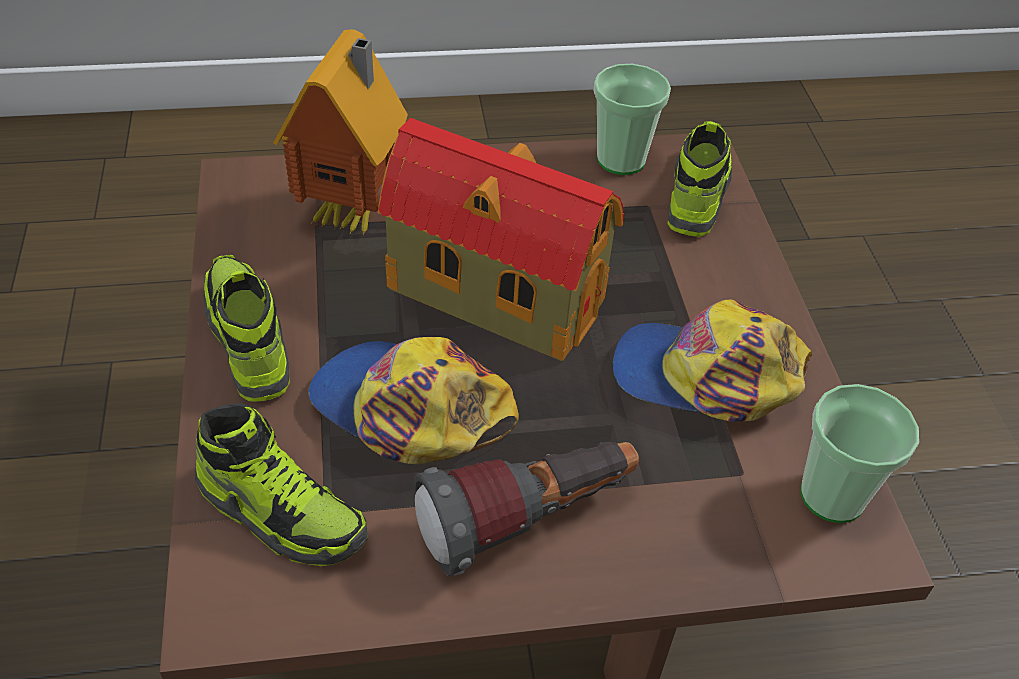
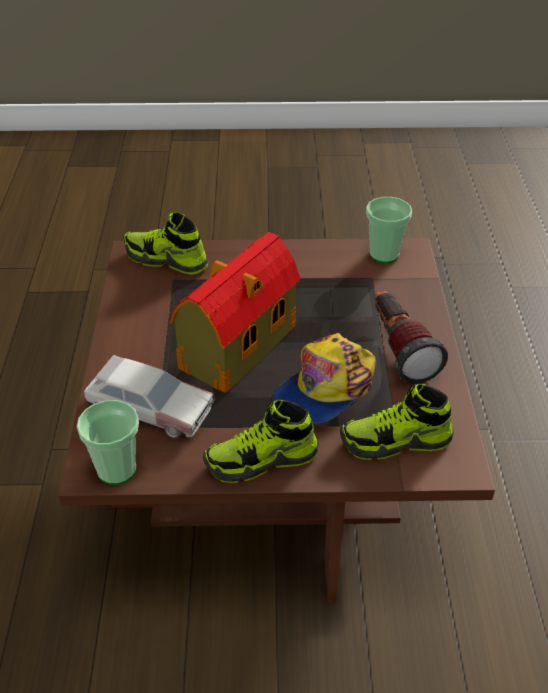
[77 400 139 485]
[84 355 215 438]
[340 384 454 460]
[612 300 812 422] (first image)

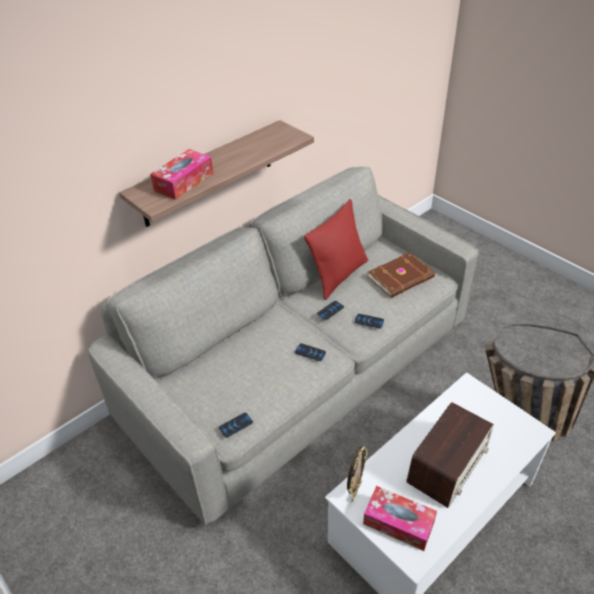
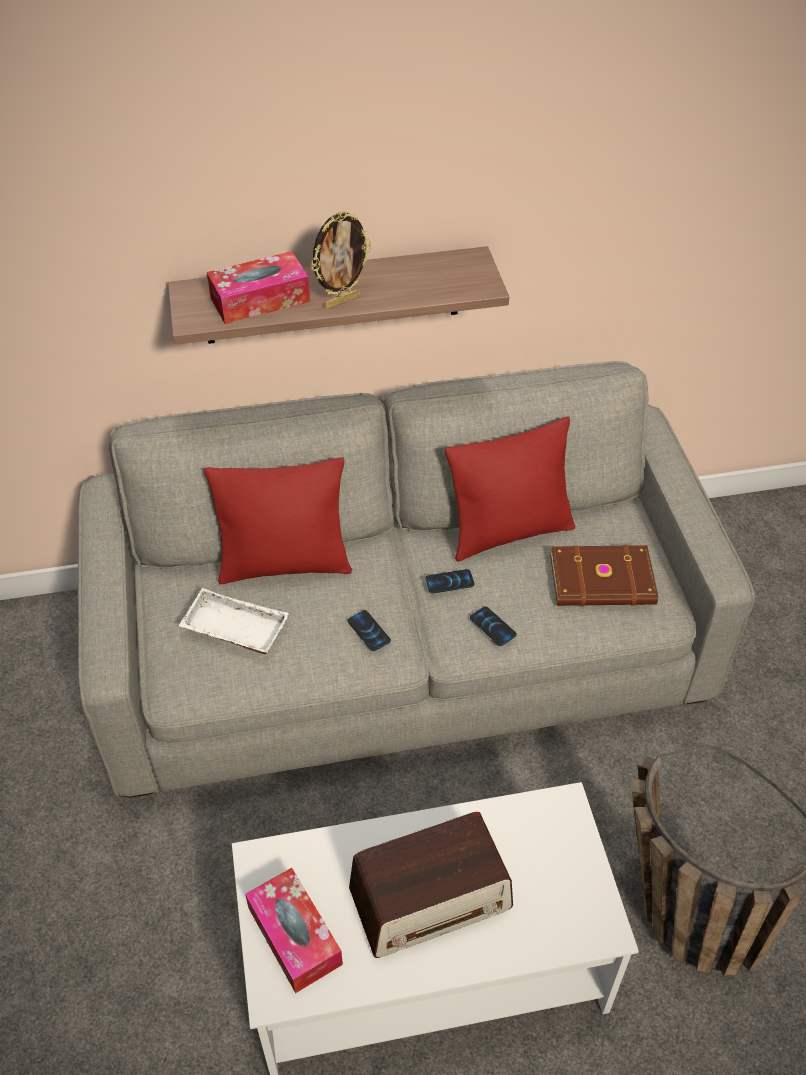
[178 588 289 654]
[205 458 352 584]
[310 211 371 309]
[219 412 253 438] (first image)

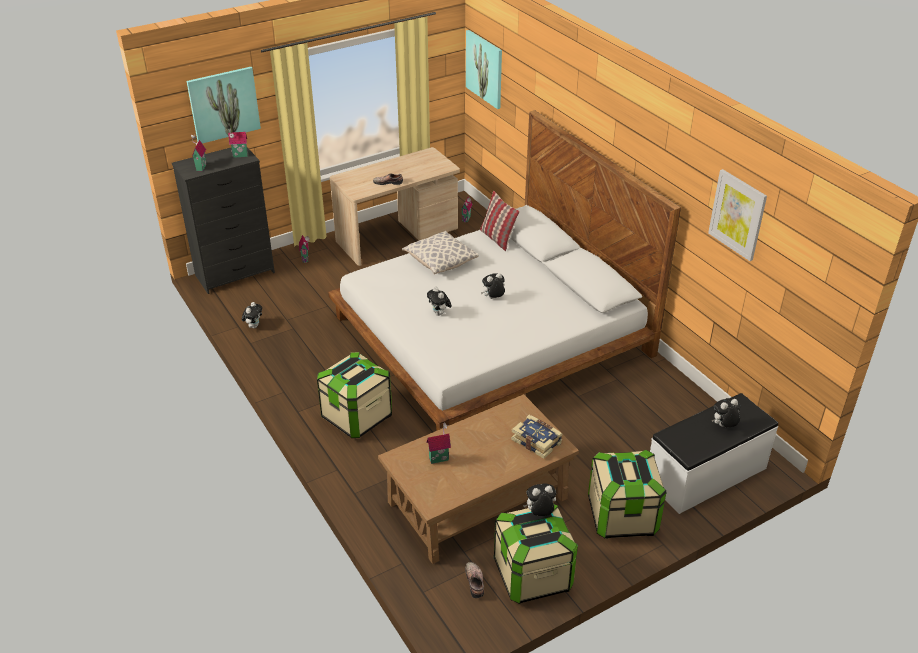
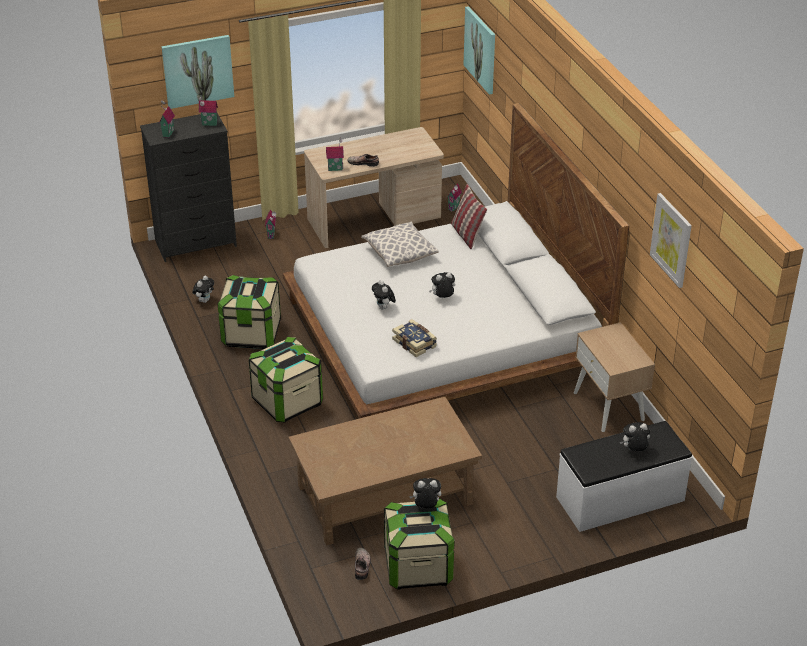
[218 275 281 349]
[326 137 344 171]
[392 319 437 357]
[574 322 655 432]

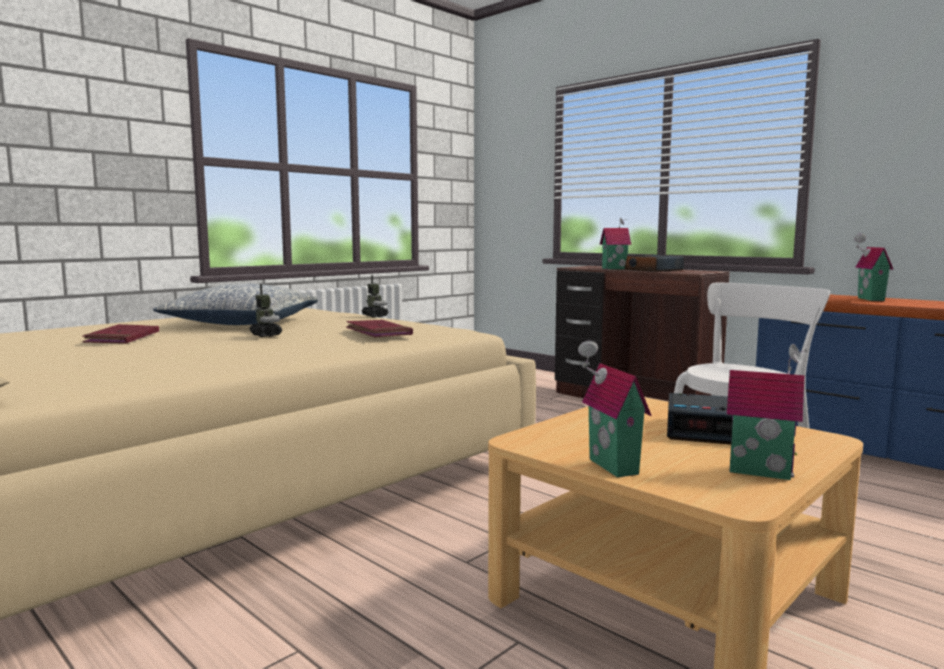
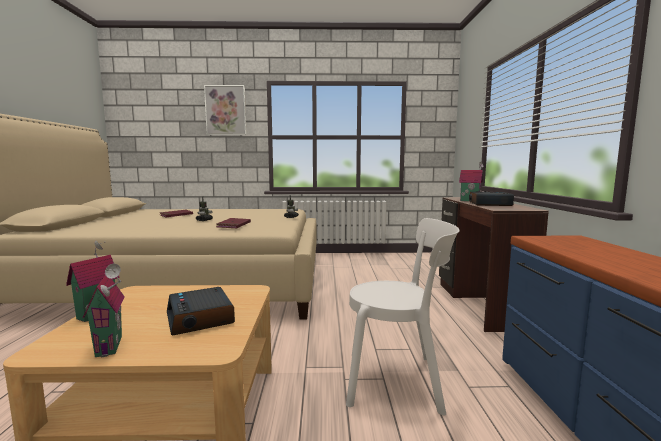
[204 85 247 135]
[153 283 318 325] (first image)
[854 233 893 301] (first image)

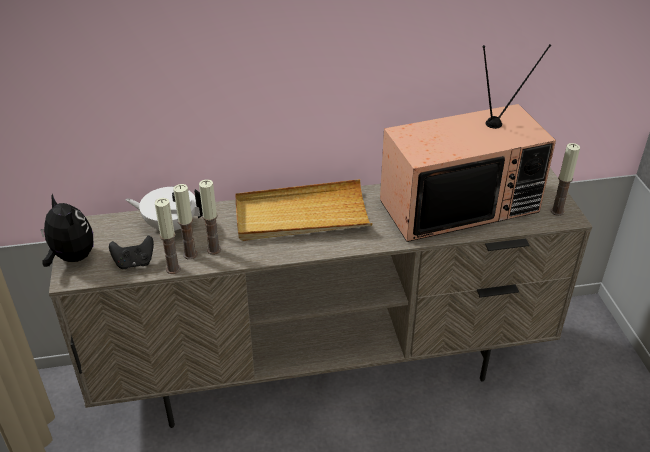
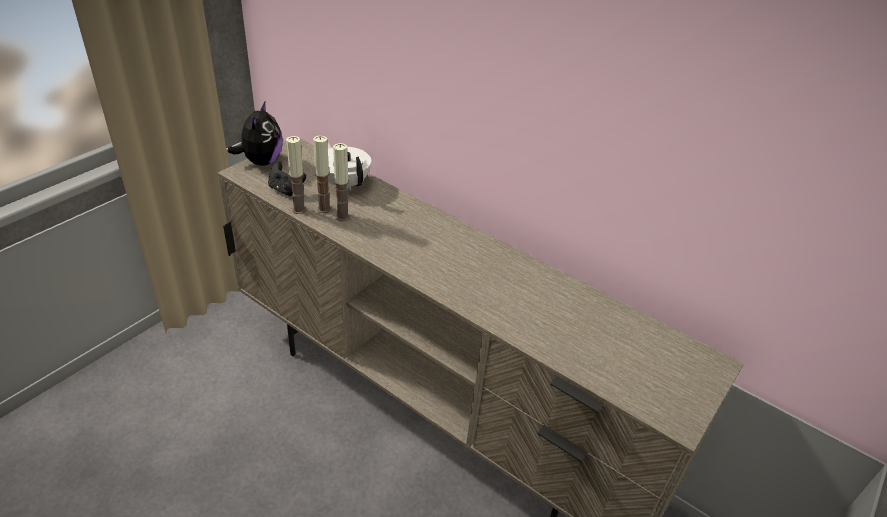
[236 179 373 241] (first image)
[380 44 556 242] (first image)
[551 143 580 216] (first image)

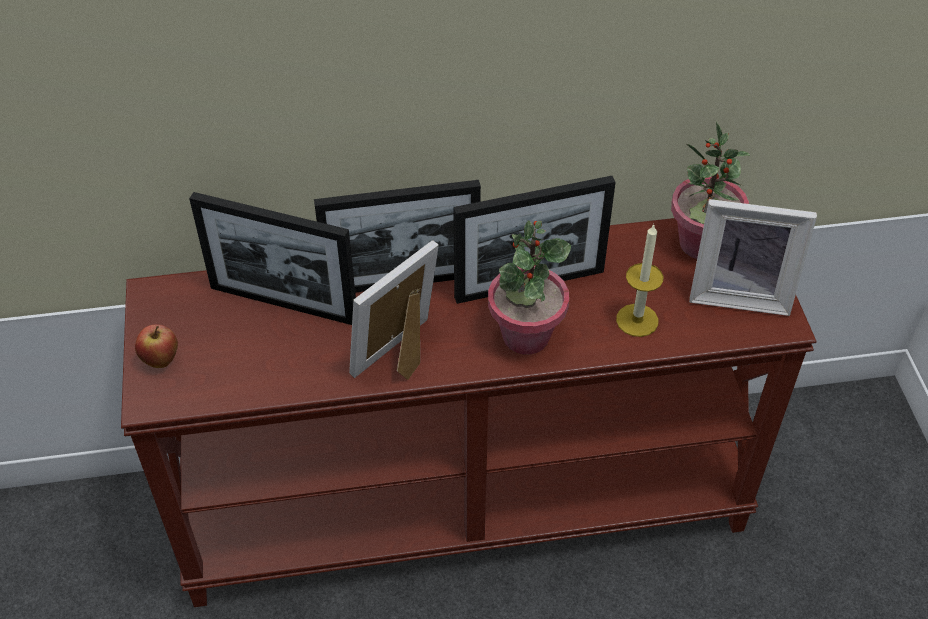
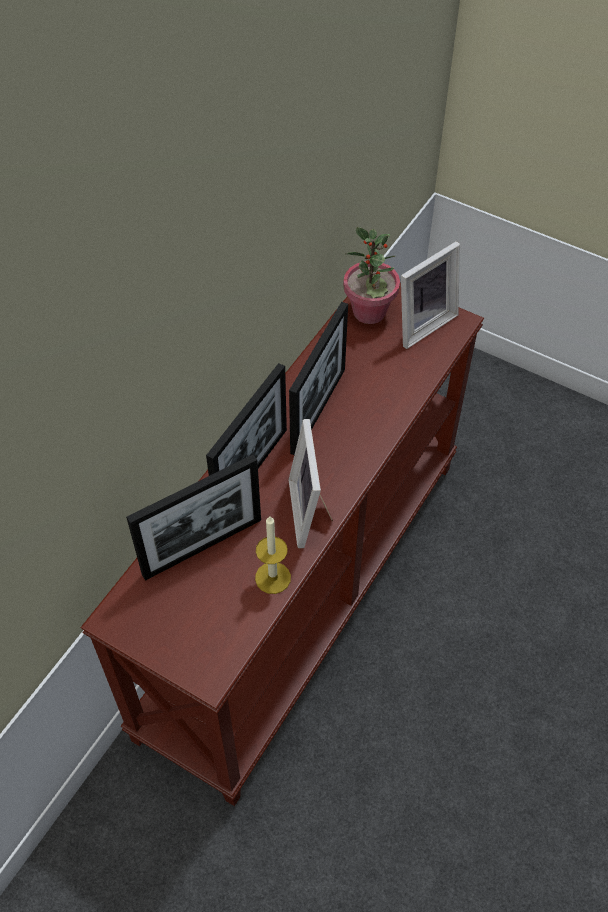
[255 516 291 594]
[135 324 178 368] (first image)
[488 220 571 354] (first image)

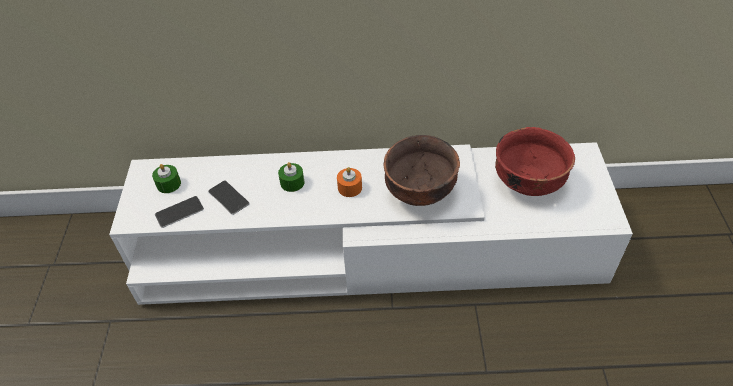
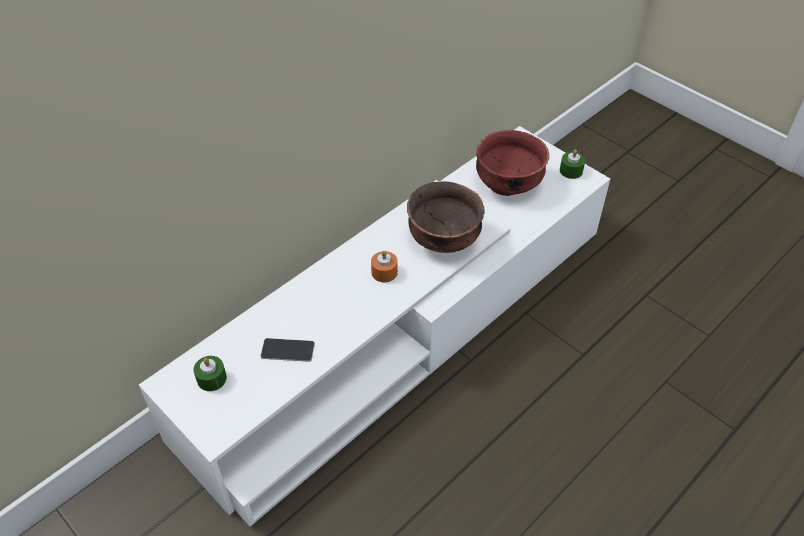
[560 149 585 179]
[155 196 204 228] (first image)

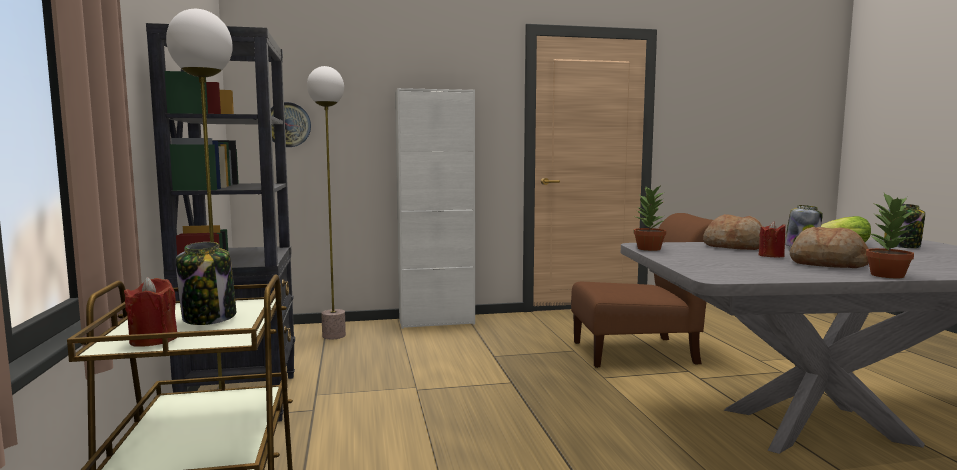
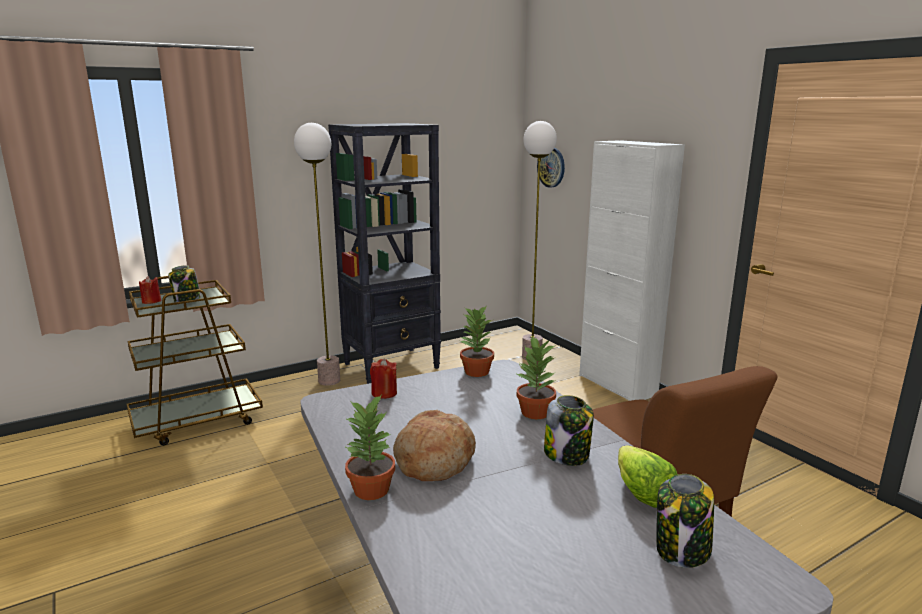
[370 359 397 399]
[515 335 556 419]

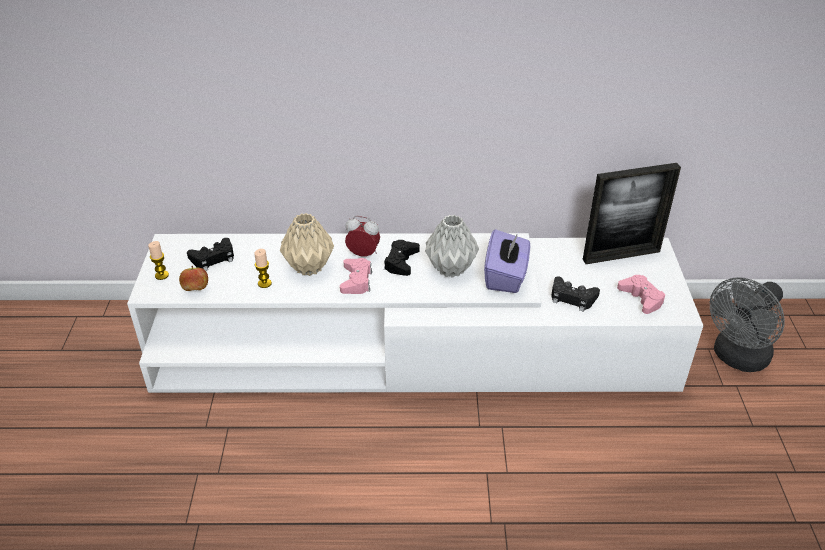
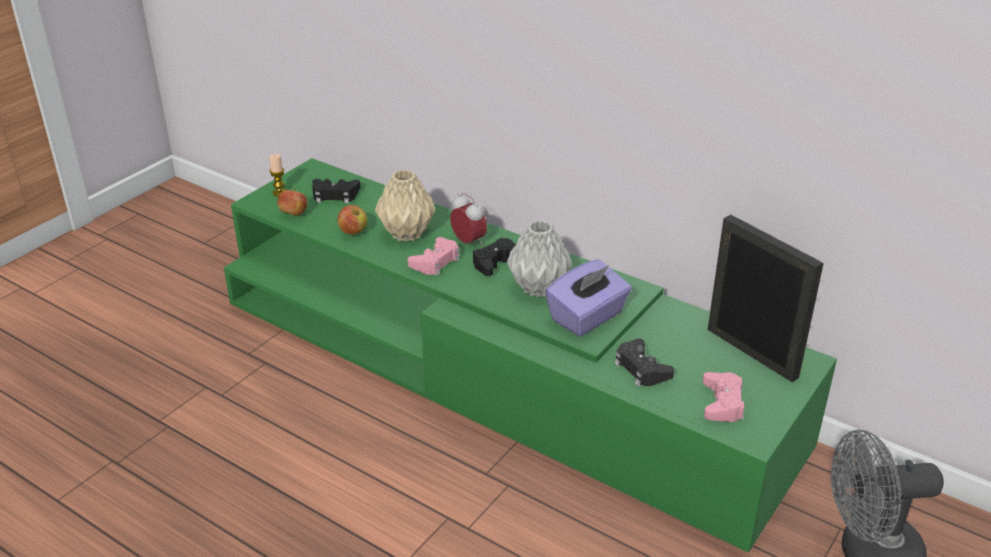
[224 158 837 553]
[338 205 368 235]
[708 215 824 382]

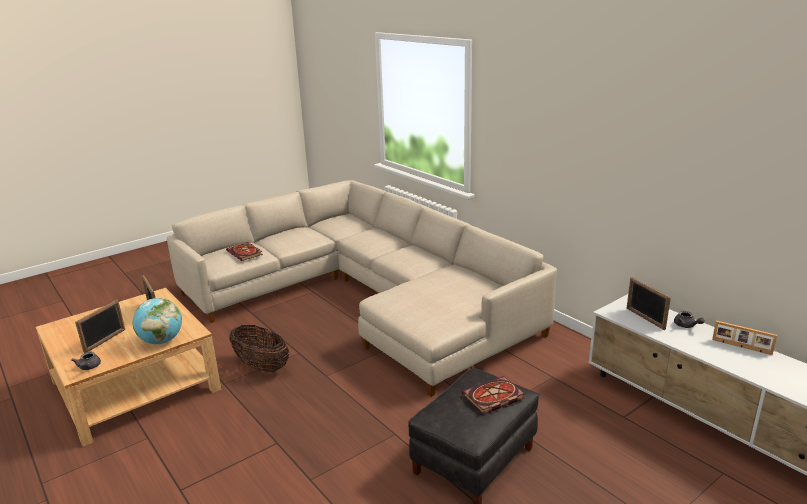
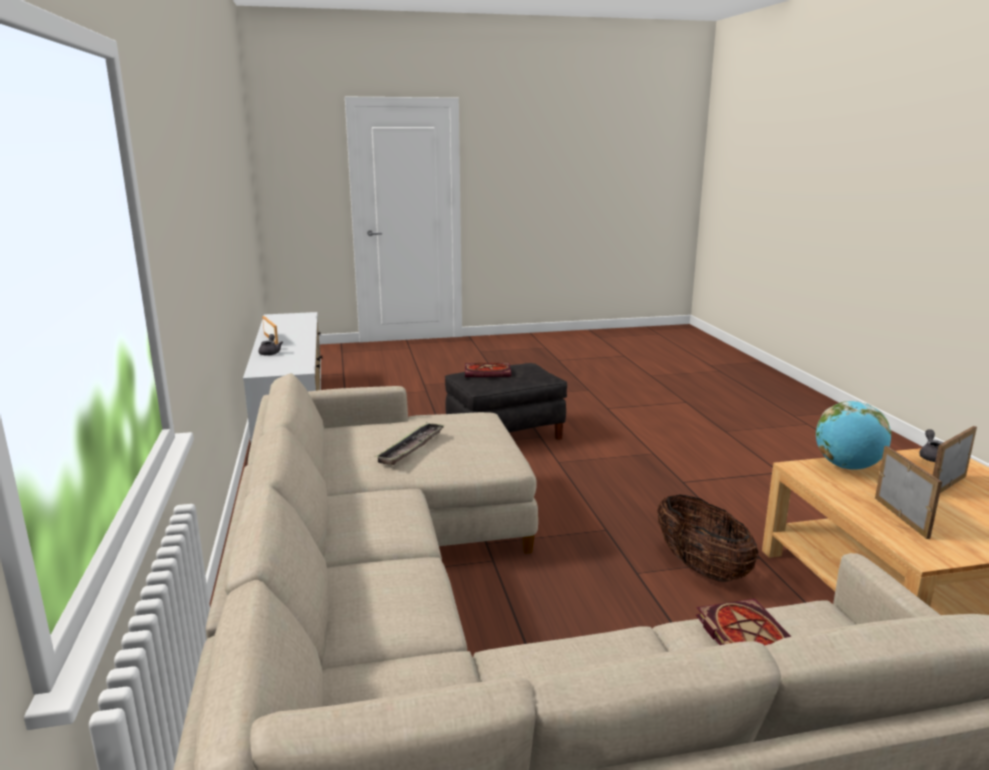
[375 422 445 465]
[627 277 671 330] (first image)

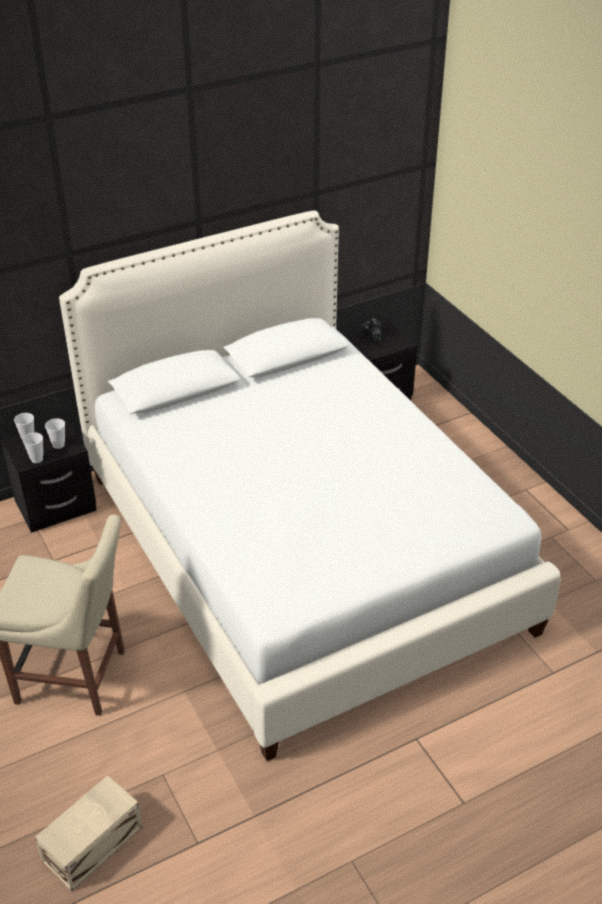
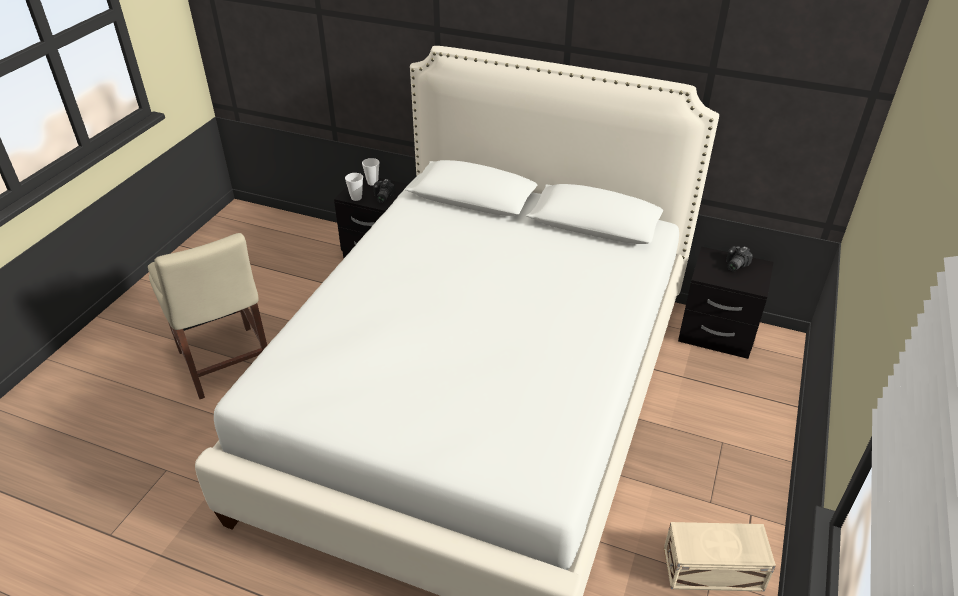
[373 179 395 203]
[664 522 776 592]

